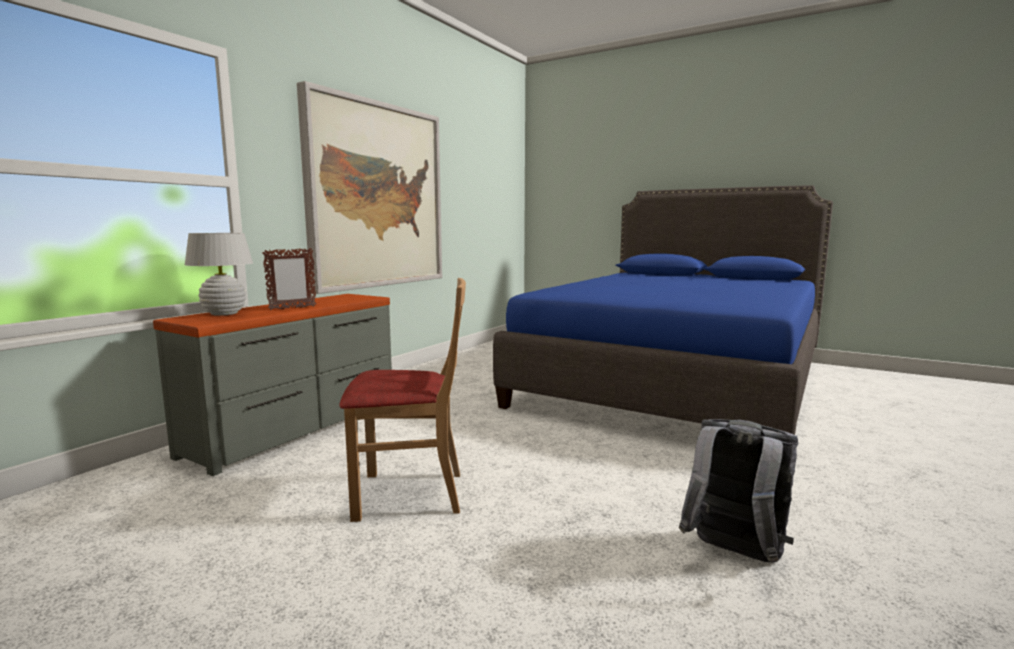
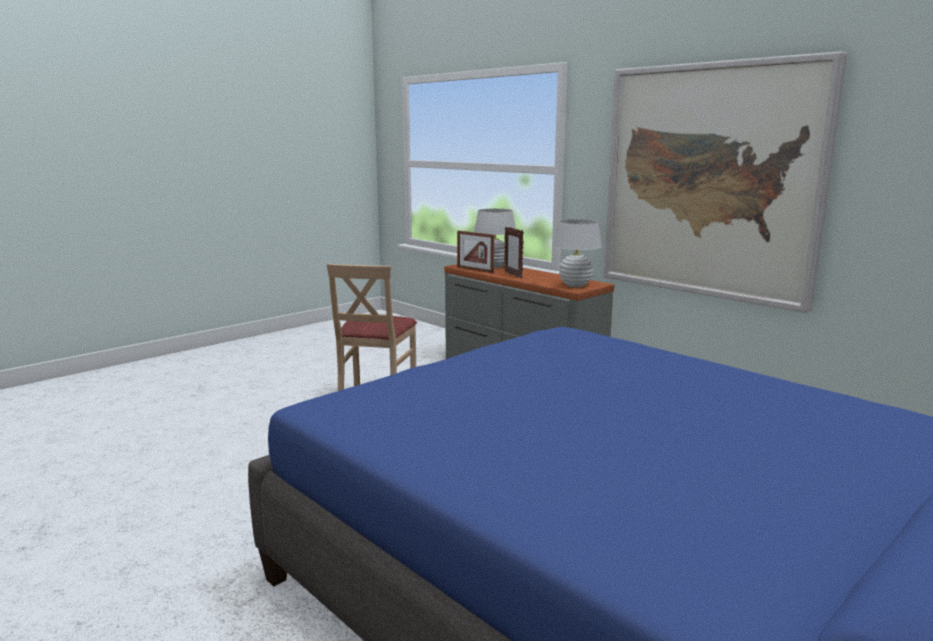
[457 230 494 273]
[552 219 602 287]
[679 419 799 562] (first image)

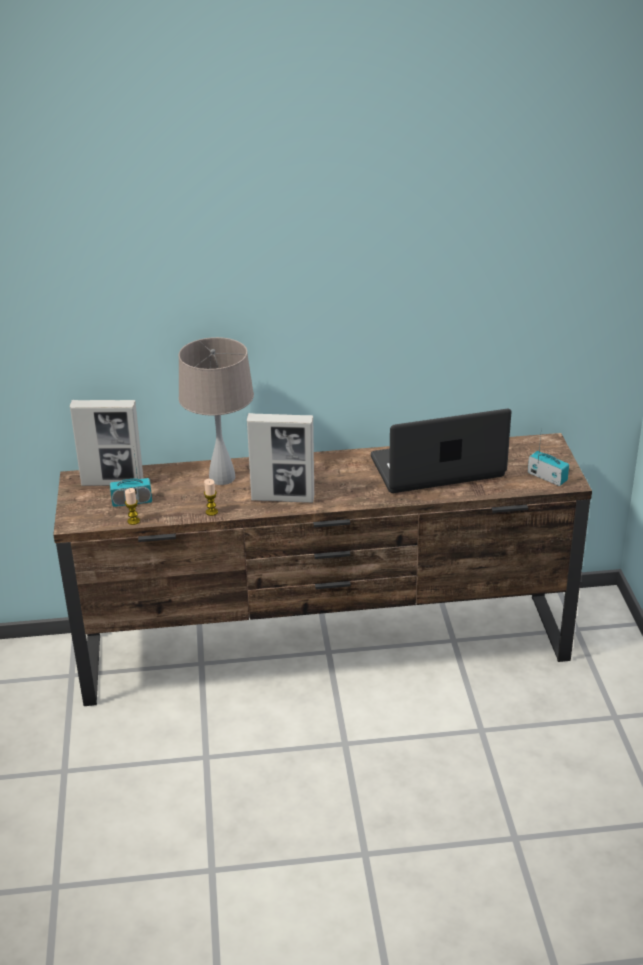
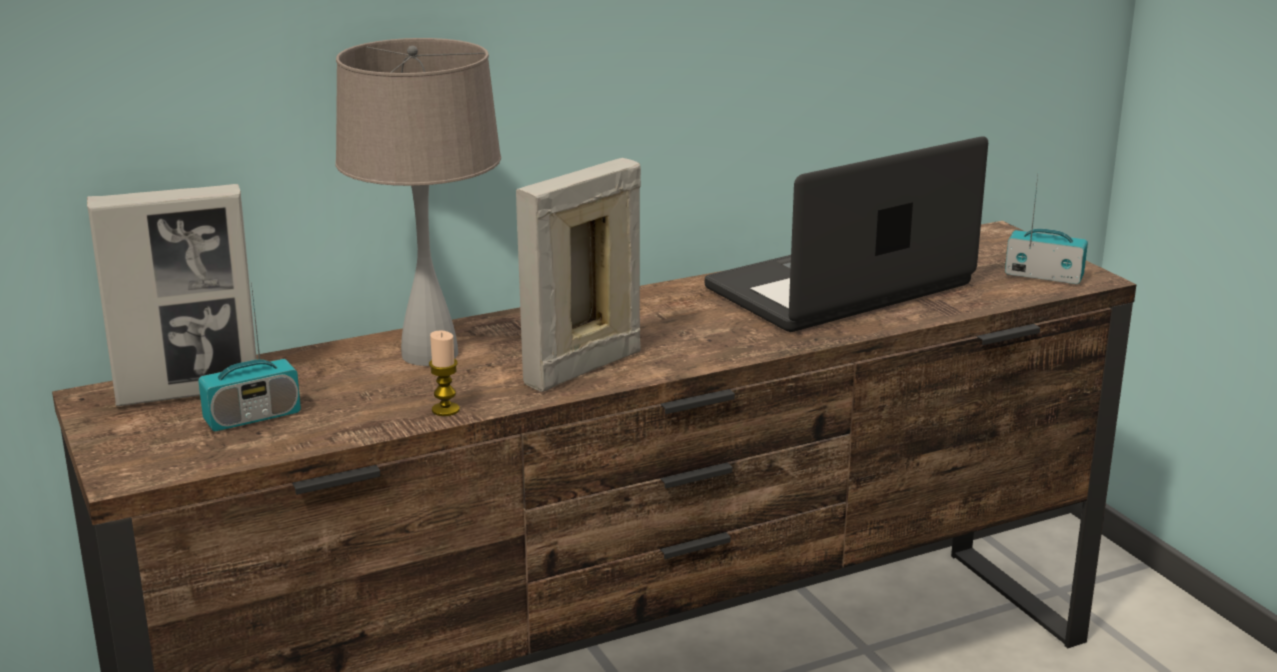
[516 158 641 392]
[125 488 140 525] (first image)

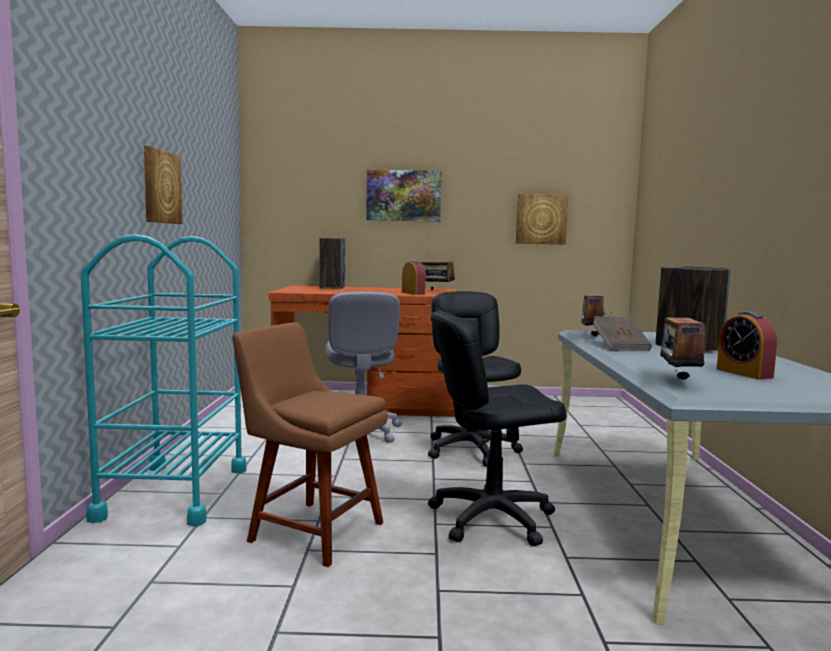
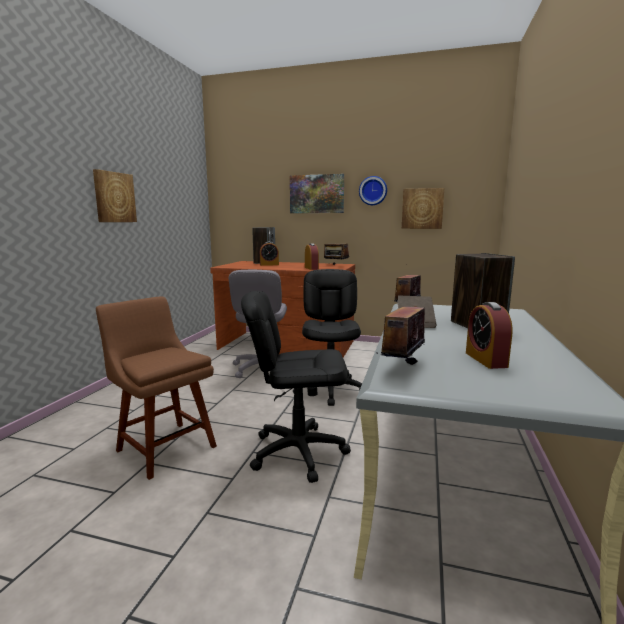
[260 242 279 266]
[359 176 387 205]
[81 234 247 526] (first image)

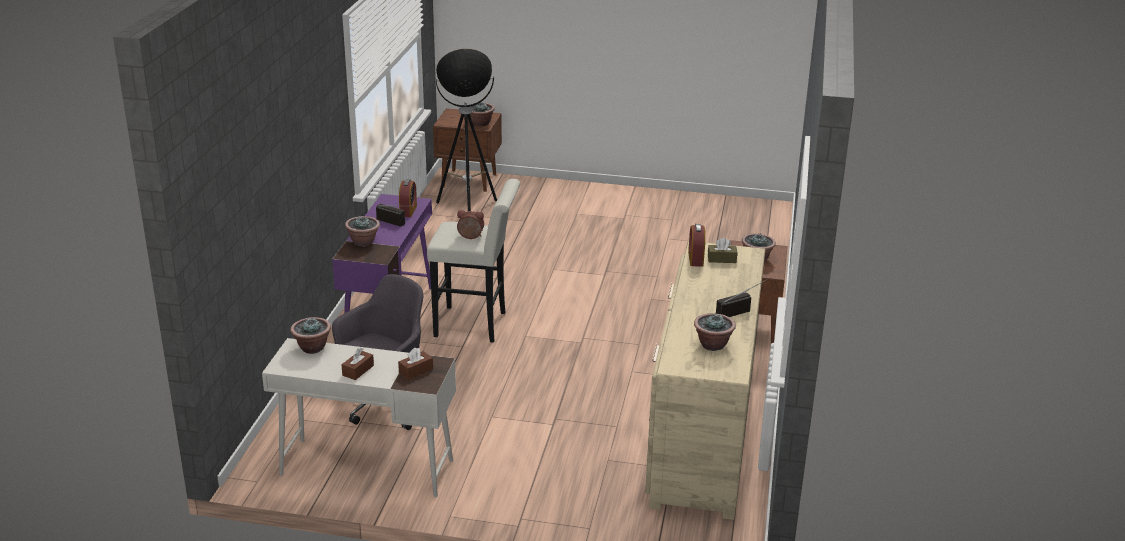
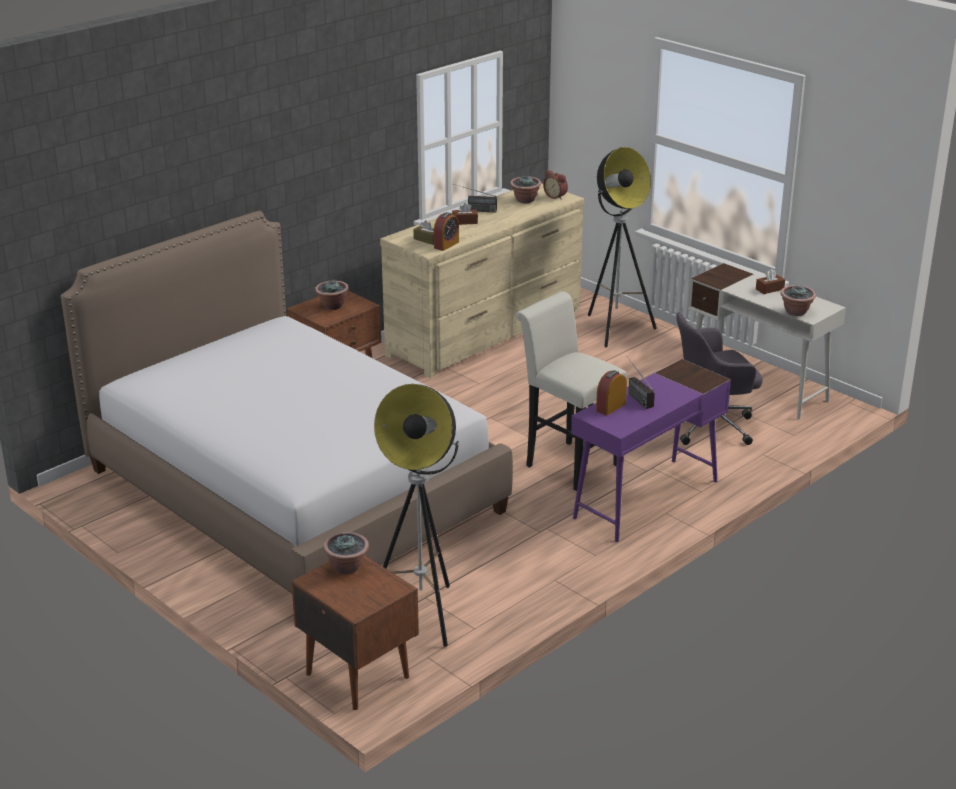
[61 211 513 593]
[452 203 478 225]
[543 170 568 200]
[588 147 656 347]
[345 216 380 247] (first image)

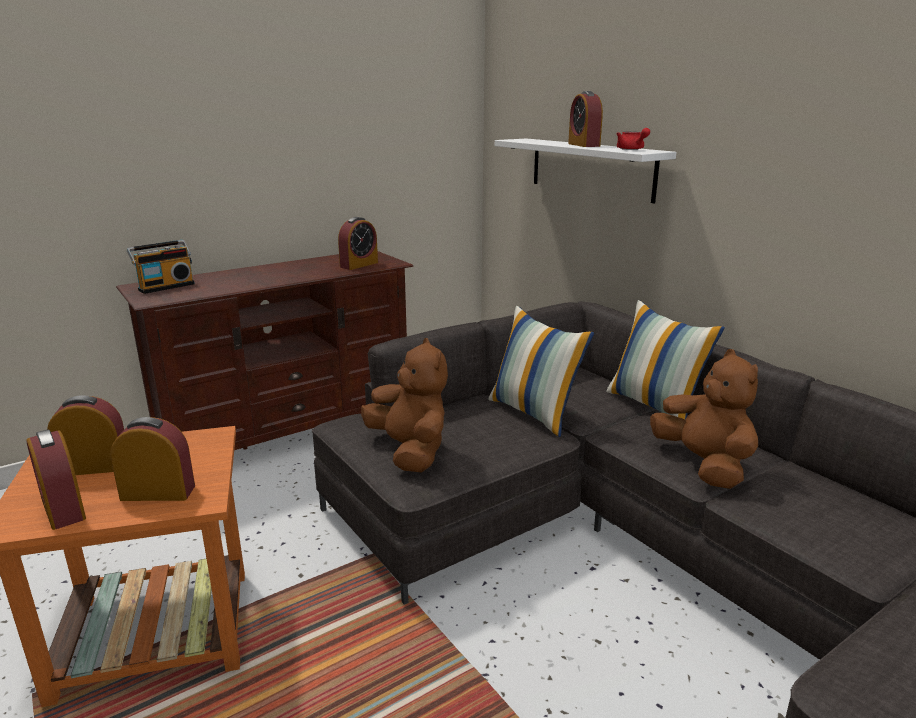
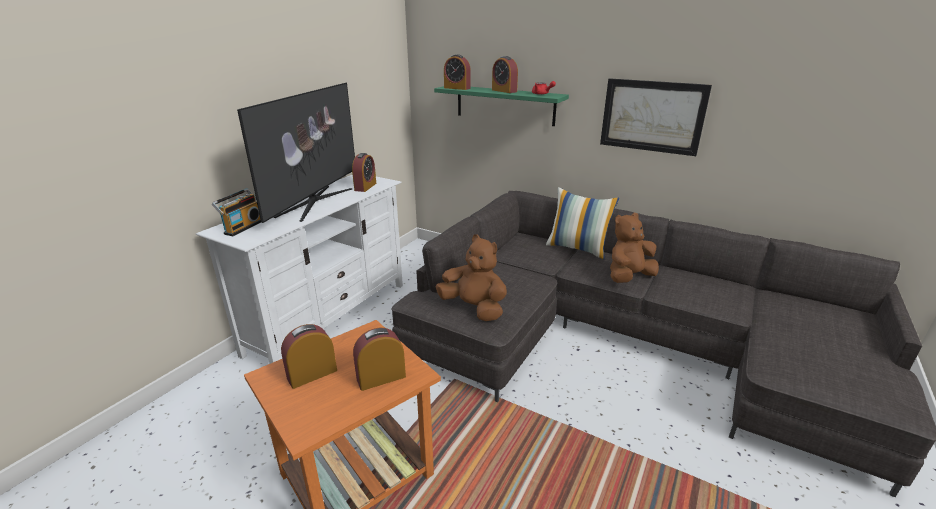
[196 175 403 364]
[237 83 355 223]
[434 86 569 126]
[444 54 471 90]
[600 78 712 156]
[610 213 659 283]
[488 306 594 437] (first image)

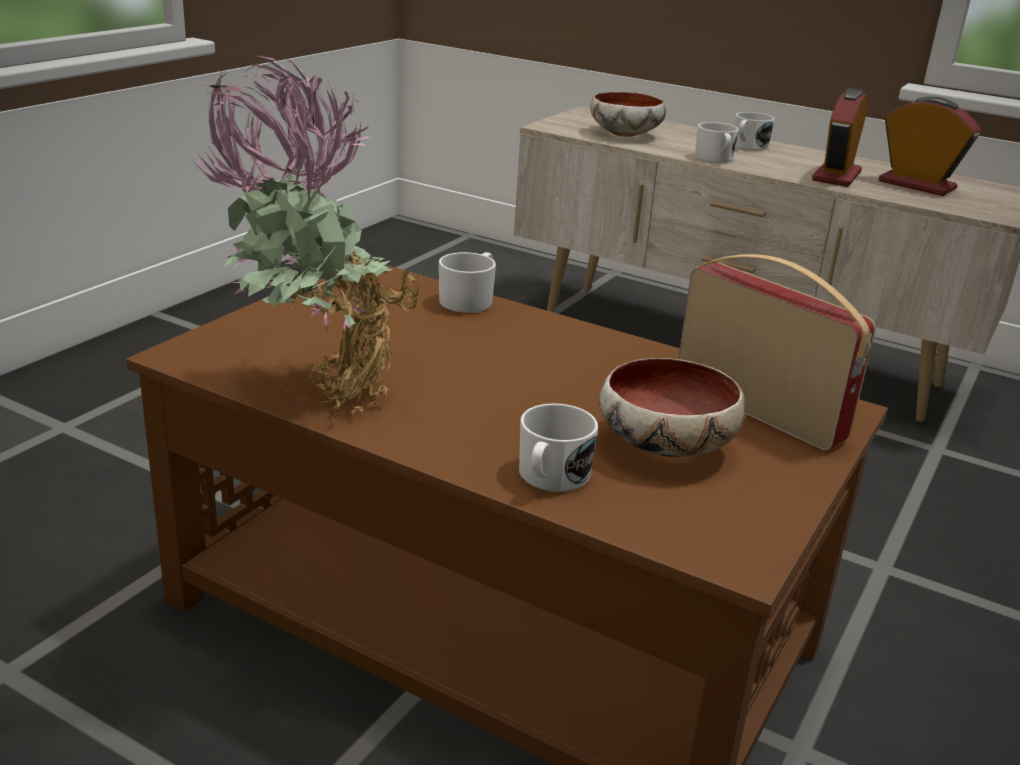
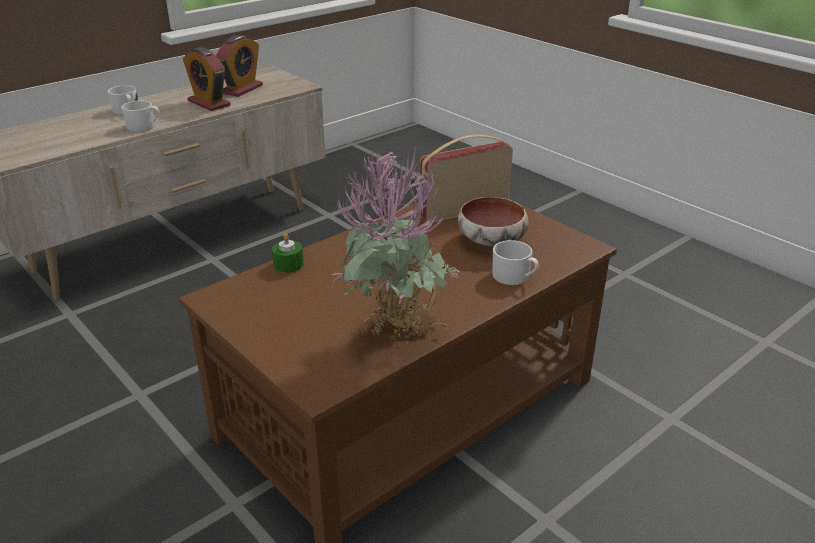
[216 35 263 97]
[272 233 304 273]
[590 92 666 137] (first image)

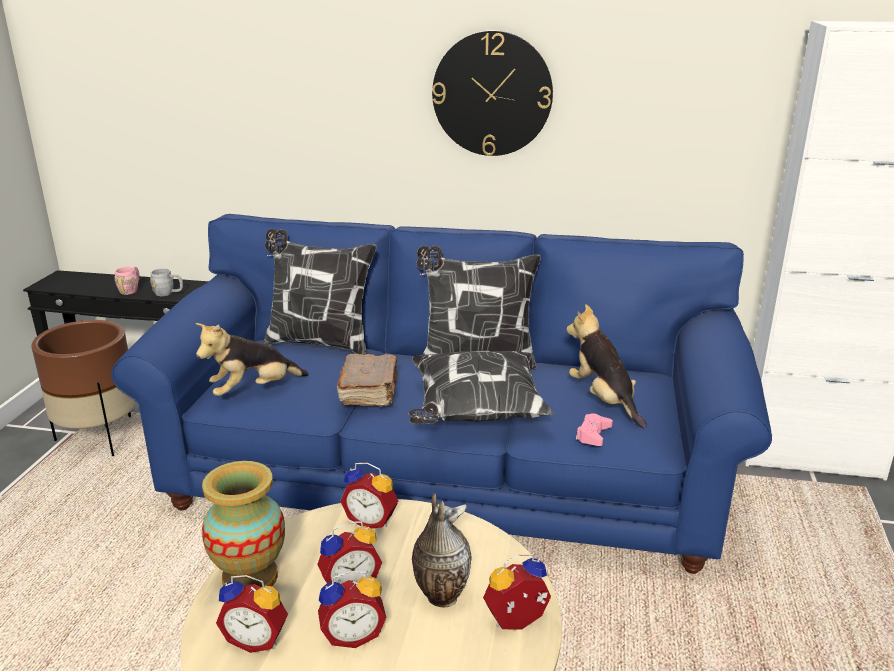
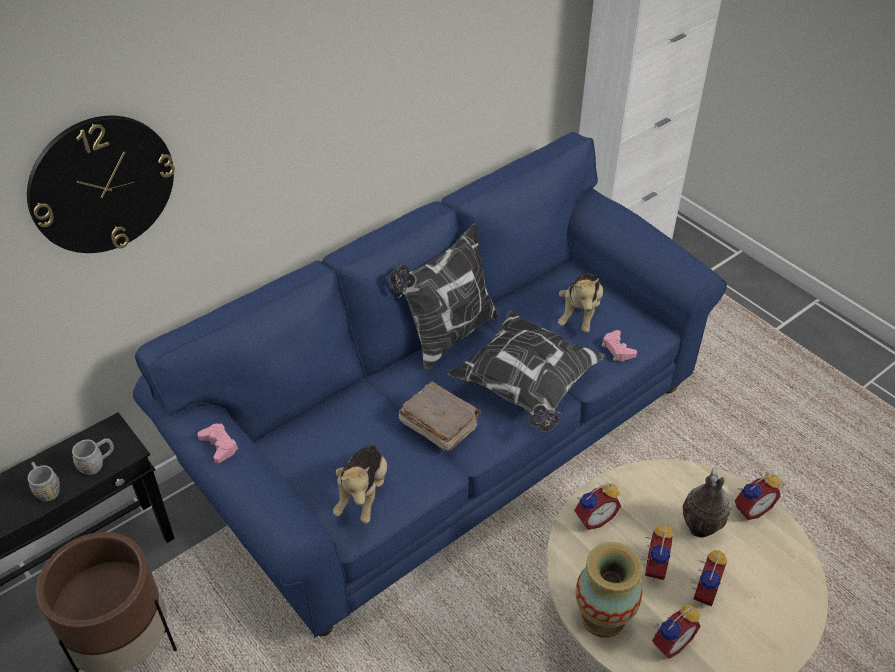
[27 116 175 253]
[28 462 60 502]
[197 423 238 463]
[558 273 603 333]
[735 474 781 520]
[264 228 376 355] (first image)

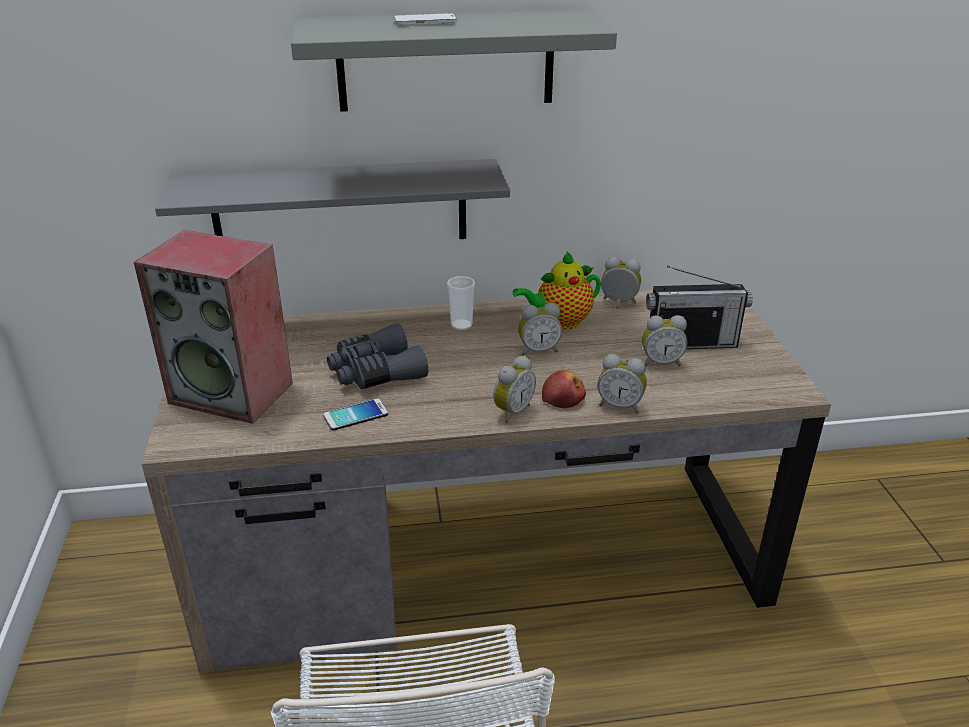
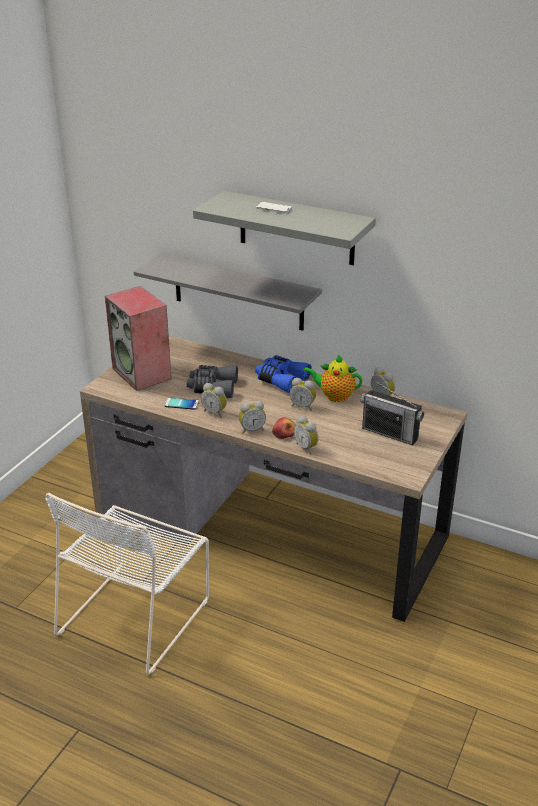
[201 383 227 418]
[255 355 312 393]

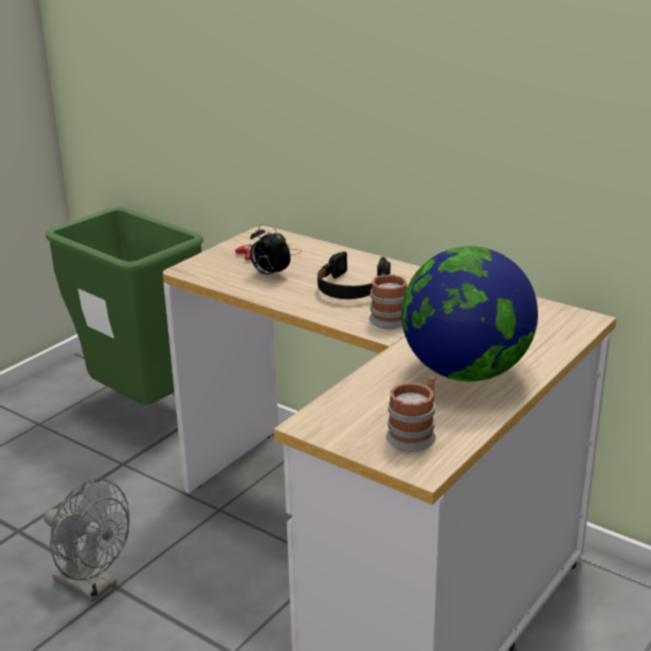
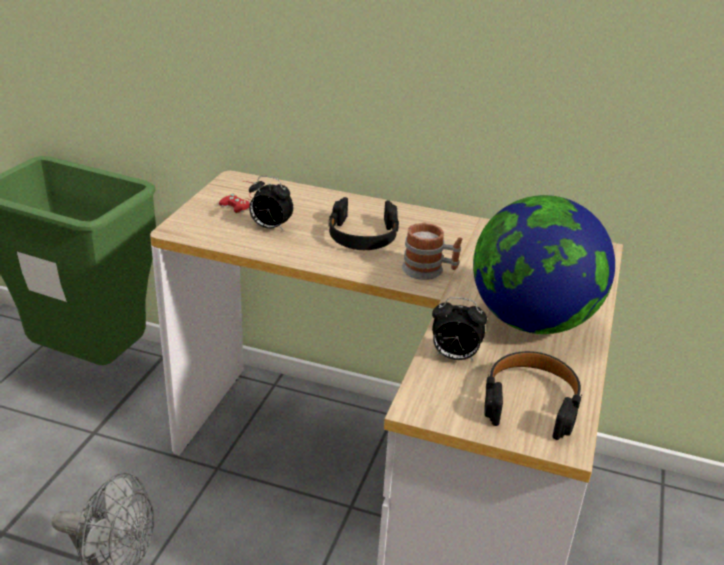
[432 297 487 361]
[485 351 582 440]

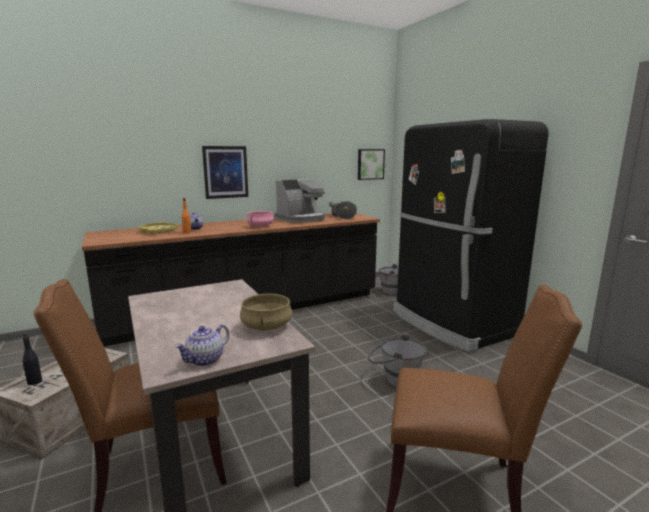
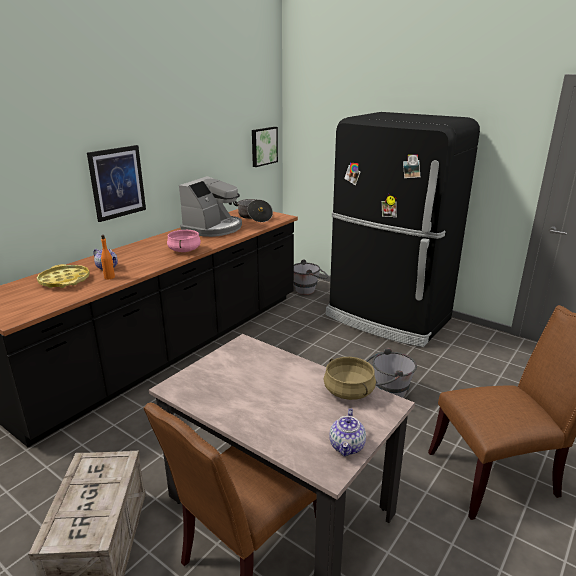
[23 332 42 385] (first image)

